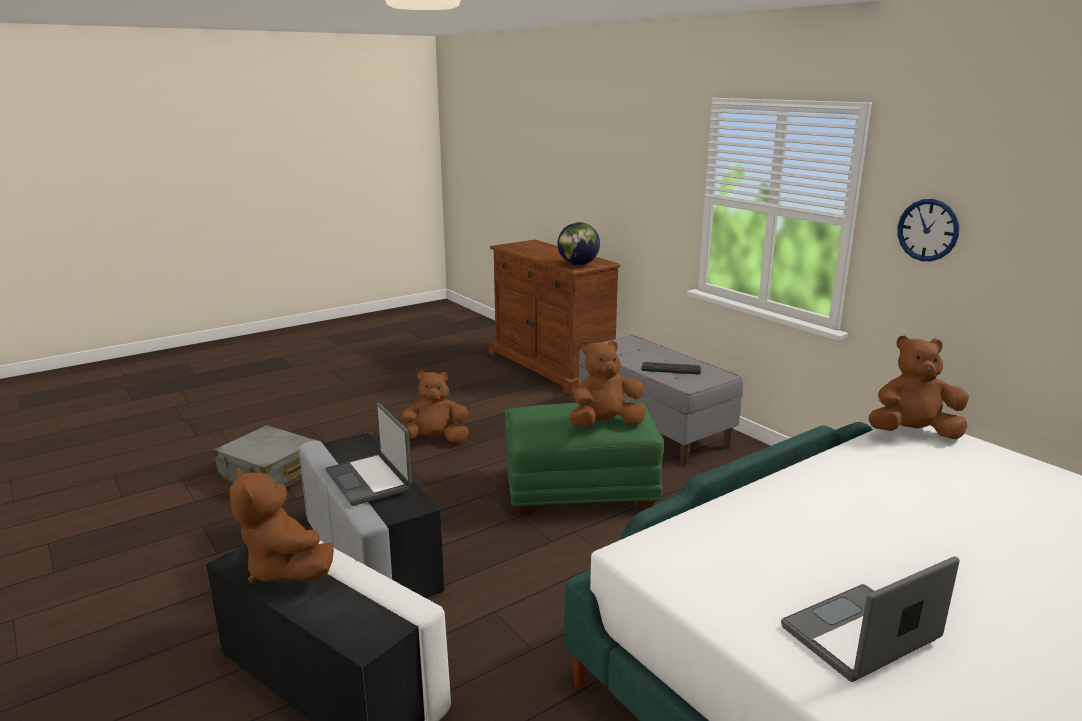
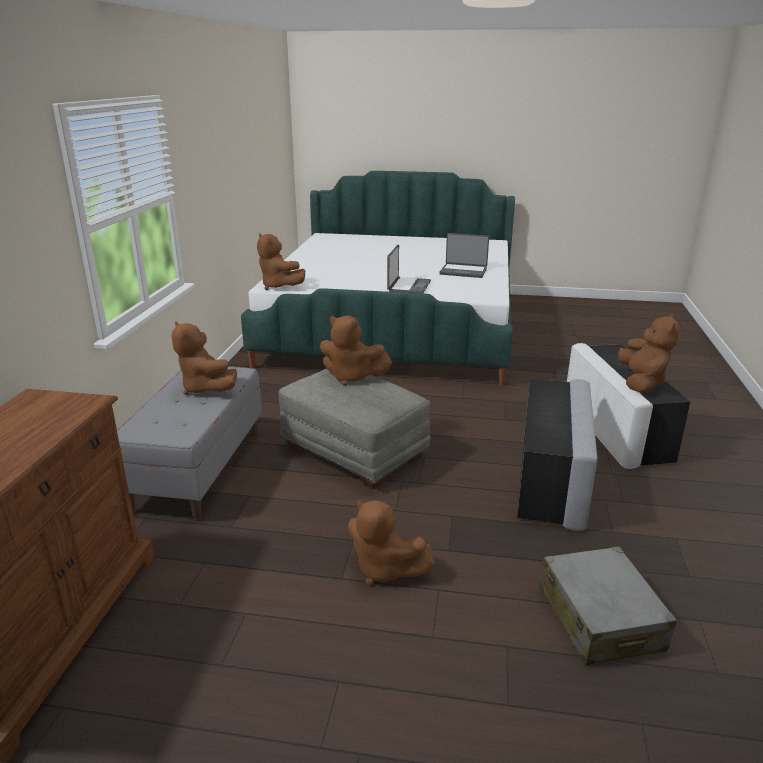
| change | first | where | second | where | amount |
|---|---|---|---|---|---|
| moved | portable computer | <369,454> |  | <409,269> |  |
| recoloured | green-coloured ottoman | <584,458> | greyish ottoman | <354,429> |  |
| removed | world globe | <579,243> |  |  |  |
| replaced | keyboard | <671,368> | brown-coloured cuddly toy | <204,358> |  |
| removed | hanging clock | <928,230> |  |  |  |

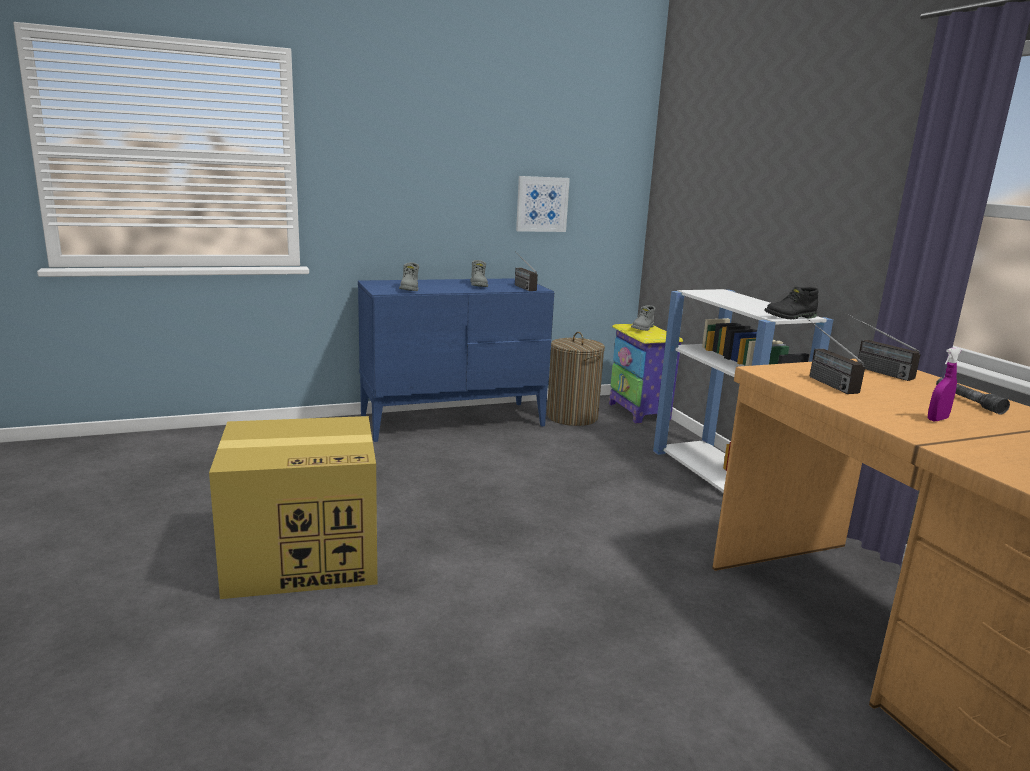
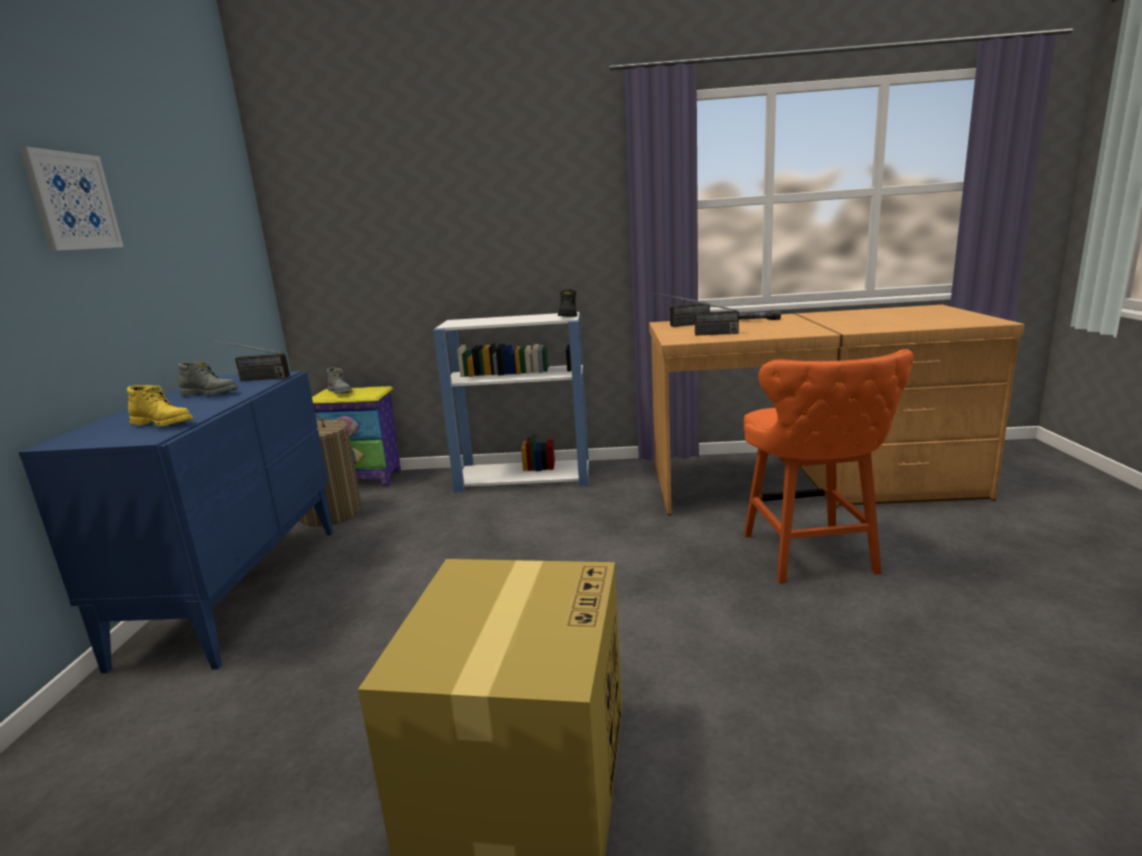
| change | first | where | second | where | amount |
|---|---|---|---|---|---|
| recoloured | greyish boot | <409,276> | yellow-coloured boot | <160,405> |  |
| moved | picture | <543,204> |  | <71,198> |  |
| removed | purplish sprayer | <944,384> |  |  |  |
| added |  |  | orange stool | <829,466> |  |

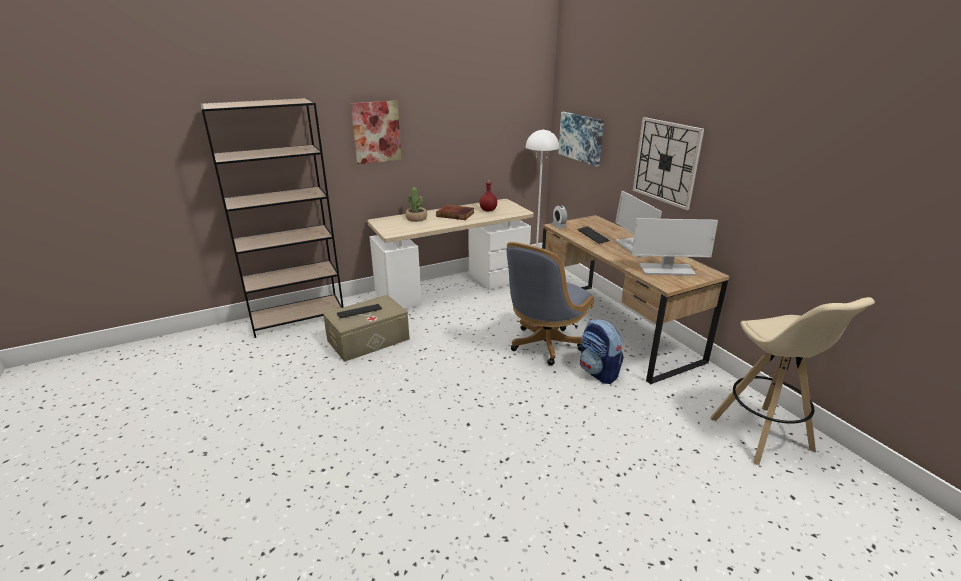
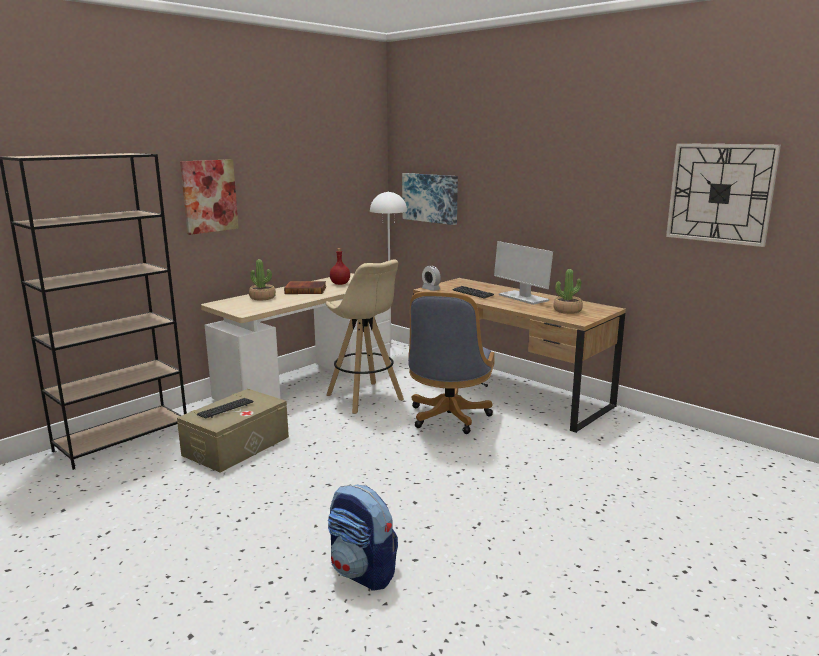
| change | first | where | second | where | amount |
|---|---|---|---|---|---|
| moved | rucksack | <602,351> |  | <363,538> |  |
| replaced | computer screen | <675,247> | plant in a pot | <568,291> |  |
| moved | hanging clock | <668,163> |  | <723,195> |  |
| moved | beige stool | <793,381> |  | <365,336> |  |

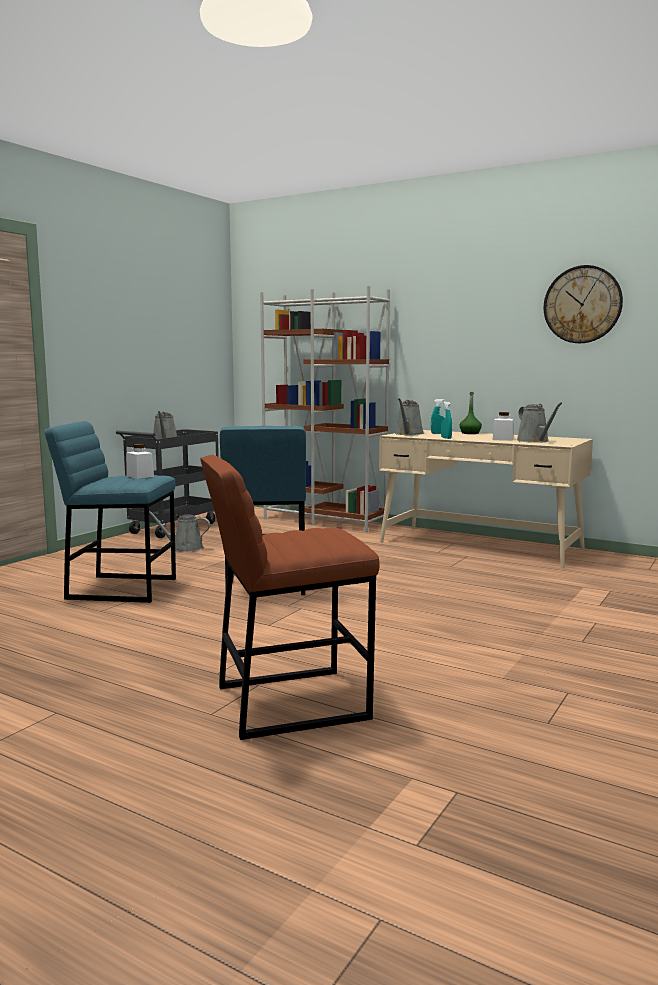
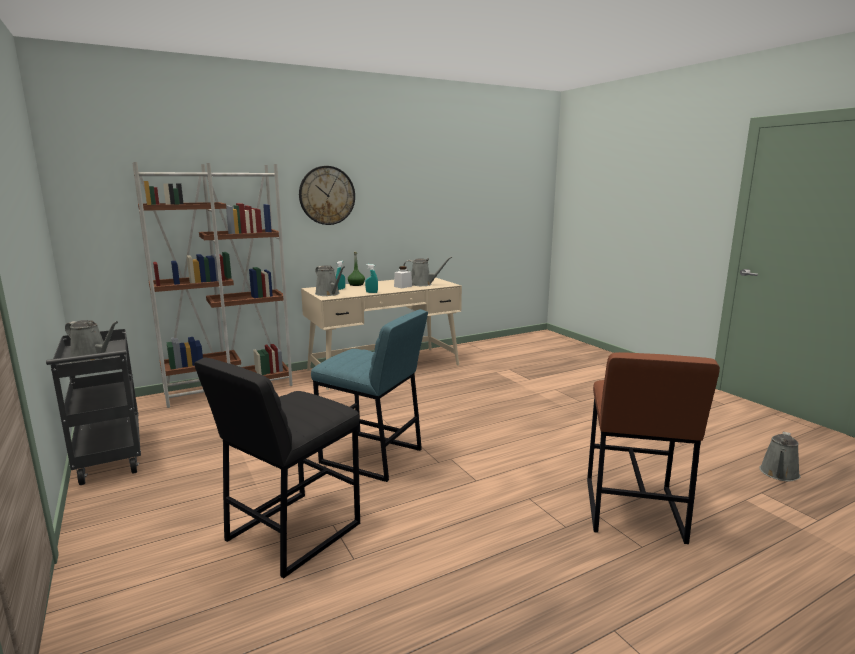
| change | first | where | second | where | amount |
|---|---|---|---|---|---|
| recoloured | bluish stool | <110,512> | black-coloured stool | <277,467> |  |
| removed | white storage jar | <140,461> |  |  |  |
| moved | greyish watering pot | <179,531> |  | <779,457> |  |
| moved | hanging clock | <583,304> |  | <327,195> |  |

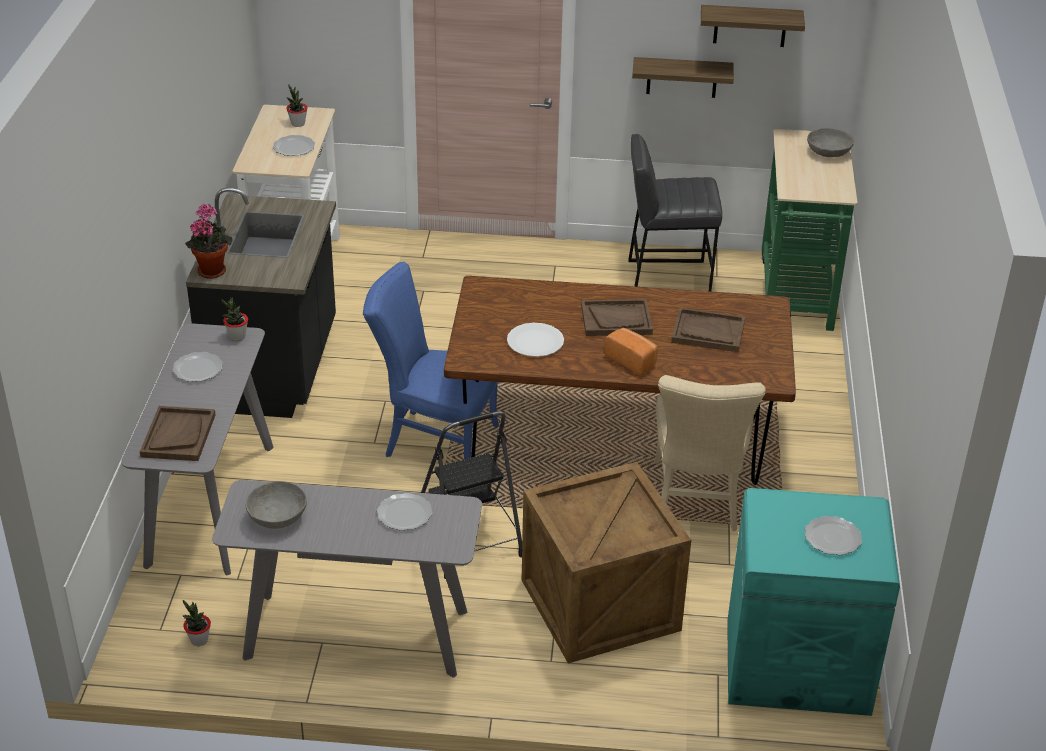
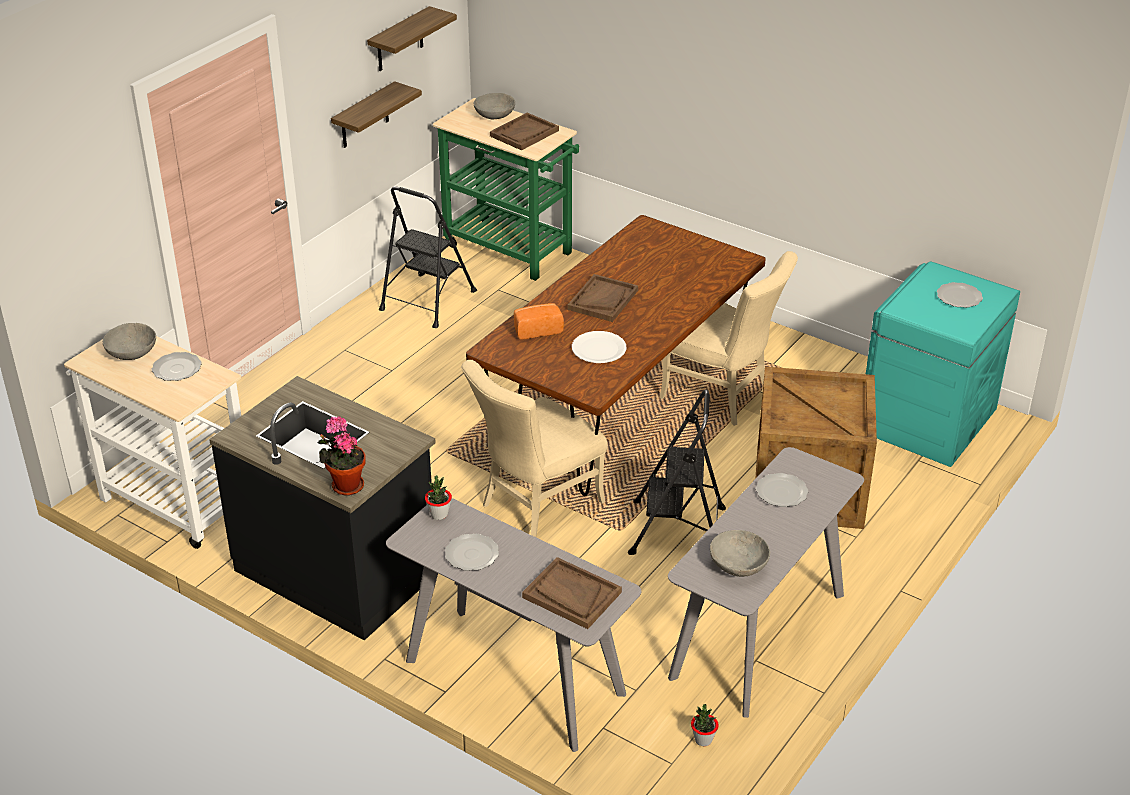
| change | first | where | second | where | amount |
|---|---|---|---|---|---|
| replaced | plant in a pot | <297,106> | greyish deep dish | <129,341> |  |
| recoloured | bluish upright chair | <431,360> | beige upright chair | <534,448> |  |
| moved | bread | <631,351> |  | <539,321> |  |
| replaced | greyish stool | <675,212> | black-coloured step ladder | <428,257> |  |
| moved | brown-coloured carrying tray | <708,330> |  | <524,131> |  |

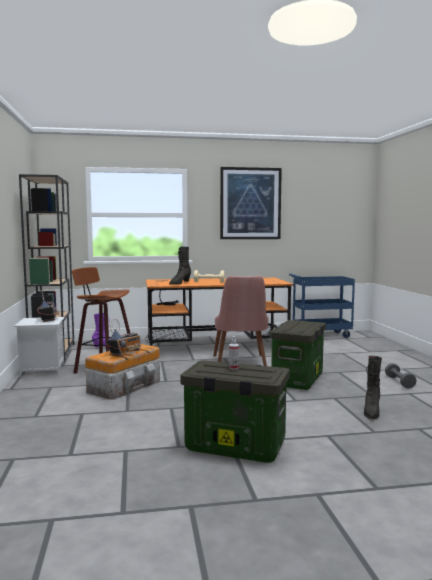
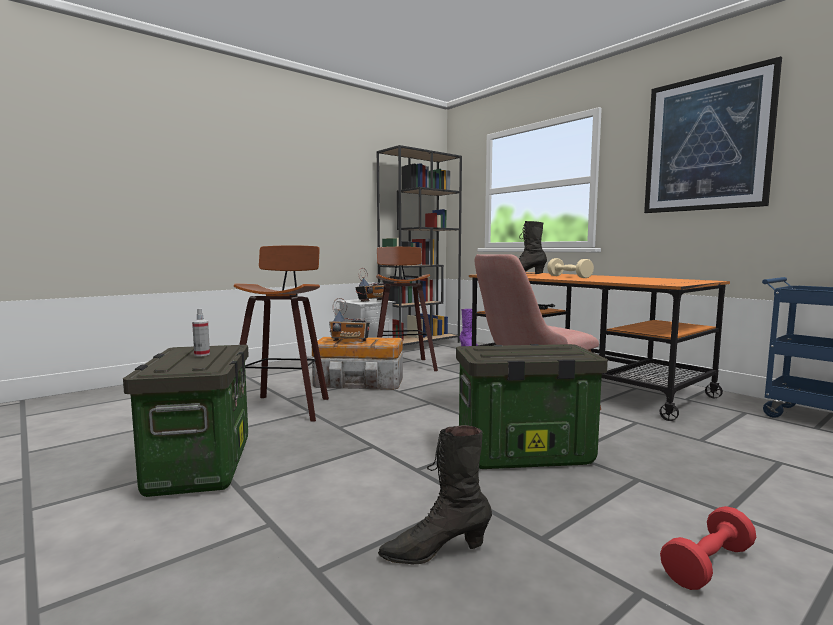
| change | first | where | second | where | amount |
|---|---|---|---|---|---|
| recoloured | greyish free weight | <401,376> | red-coloured free weight | <708,548> |  |
| added |  |  | stool | <281,333> |  |

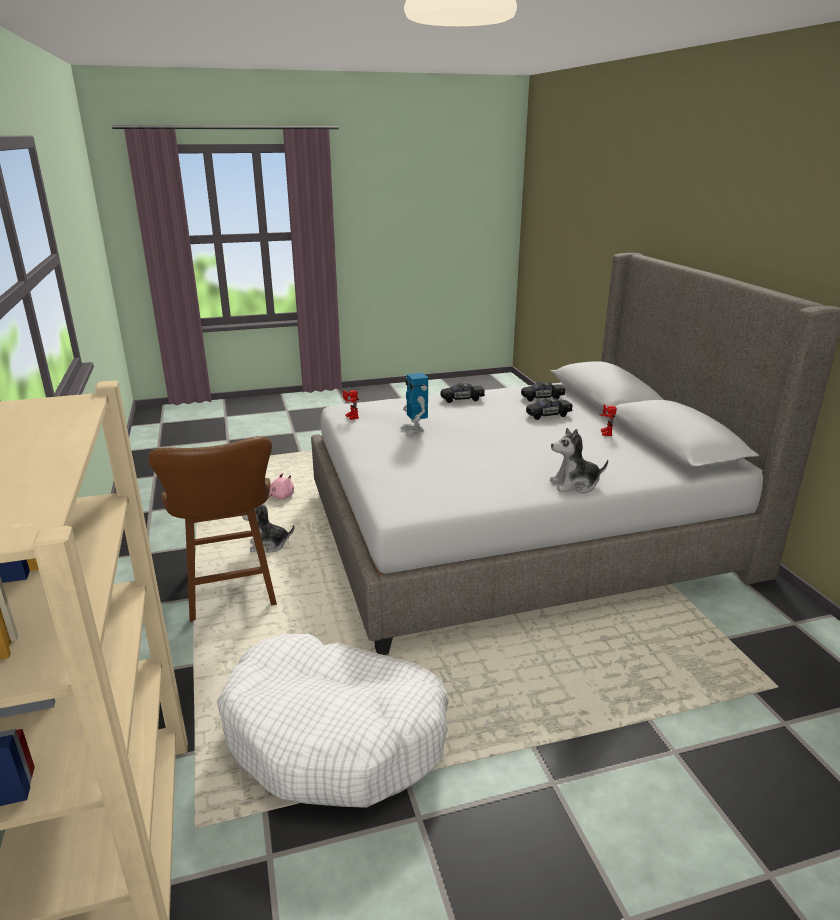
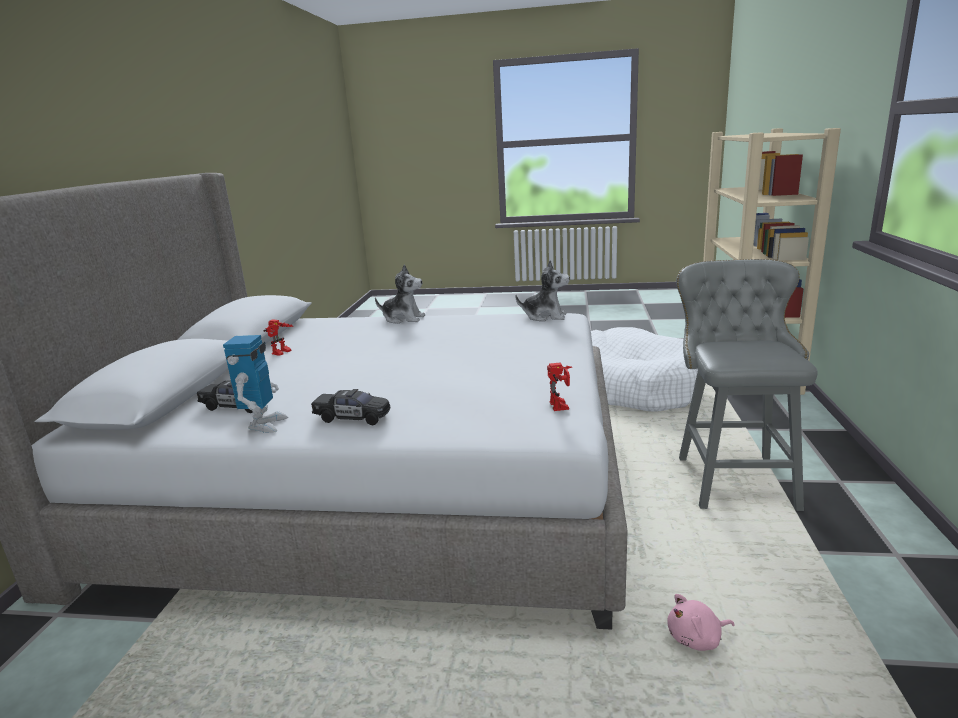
| change | first | where | second | where | amount |
|---|---|---|---|---|---|
| recoloured | brown-coloured stool | <212,529> | greyish stool | <747,385> |  |
| moved | cuddly toy | <268,528> |  | <542,291> |  |
| moved | toy robot | <414,404> |  | <255,384> |  |
| removed | black-coloured miniature car | <549,409> |  |  |  |

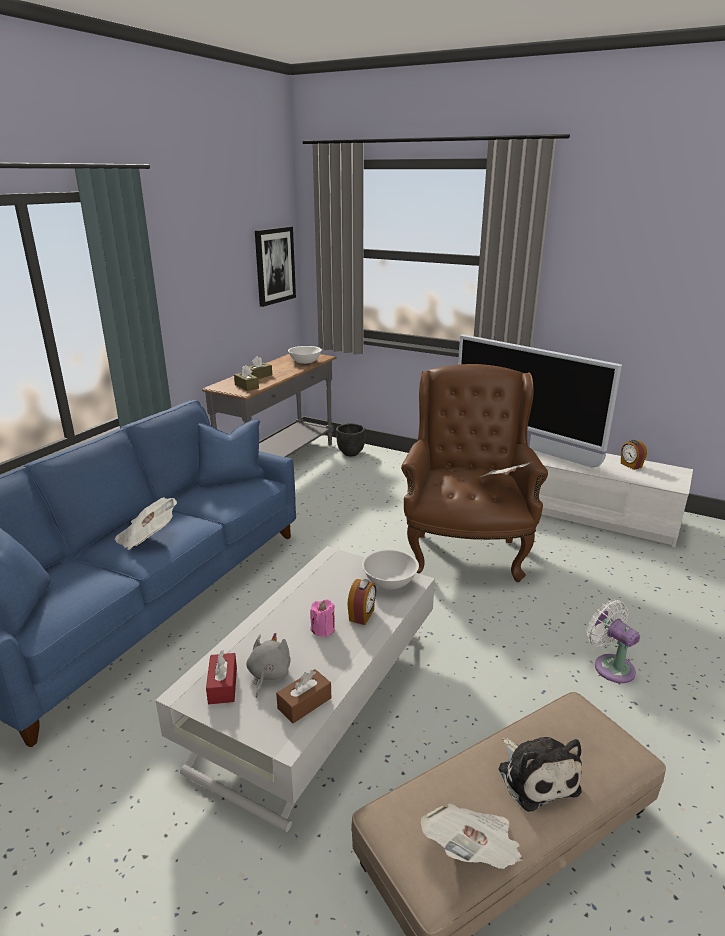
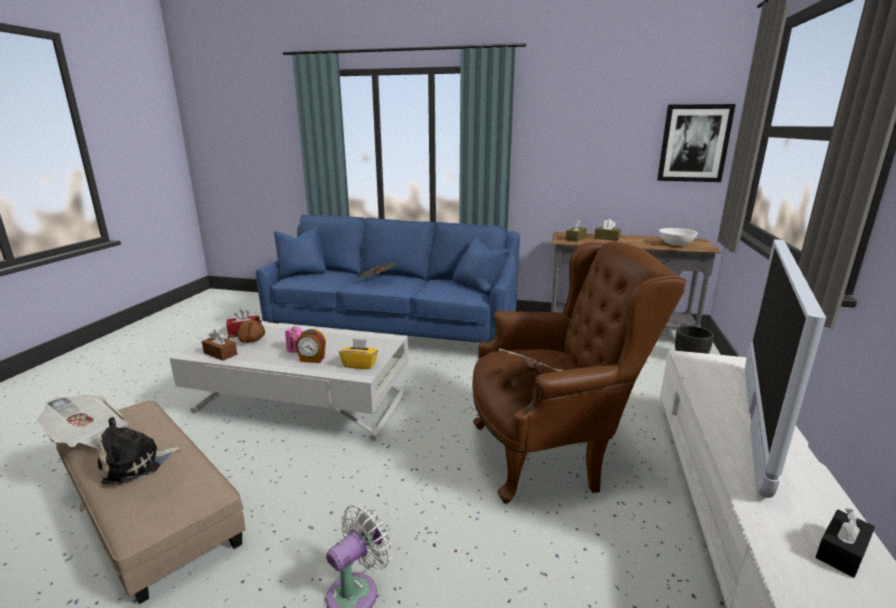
| change | first | where | second | where | amount |
|---|---|---|---|---|---|
| recoloured | greyish cuddly toy | <268,665> | brown-coloured cuddly toy | <246,329> |  |
| replaced | white deep dish | <390,569> | yellow-coloured tissue box | <358,354> |  |
| replaced | alarm clock | <634,455> | black-coloured tissue box | <845,543> |  |

